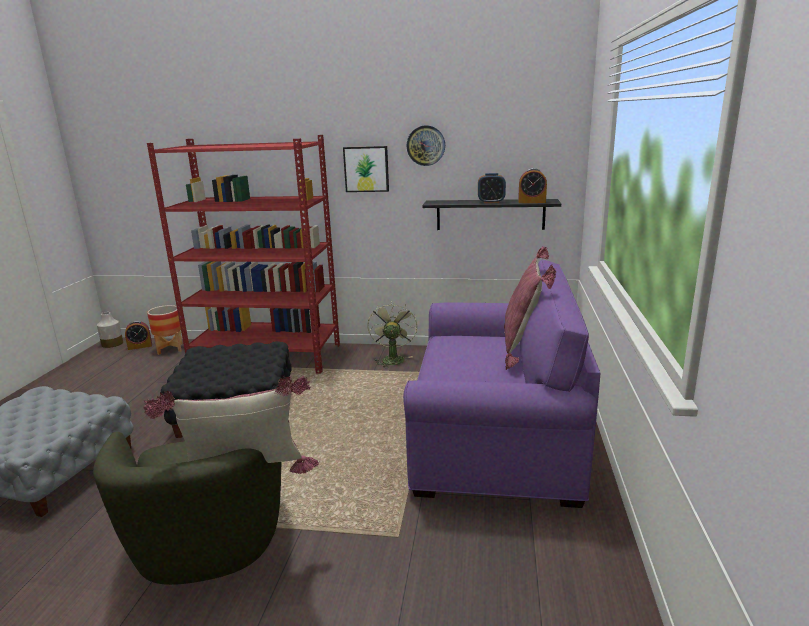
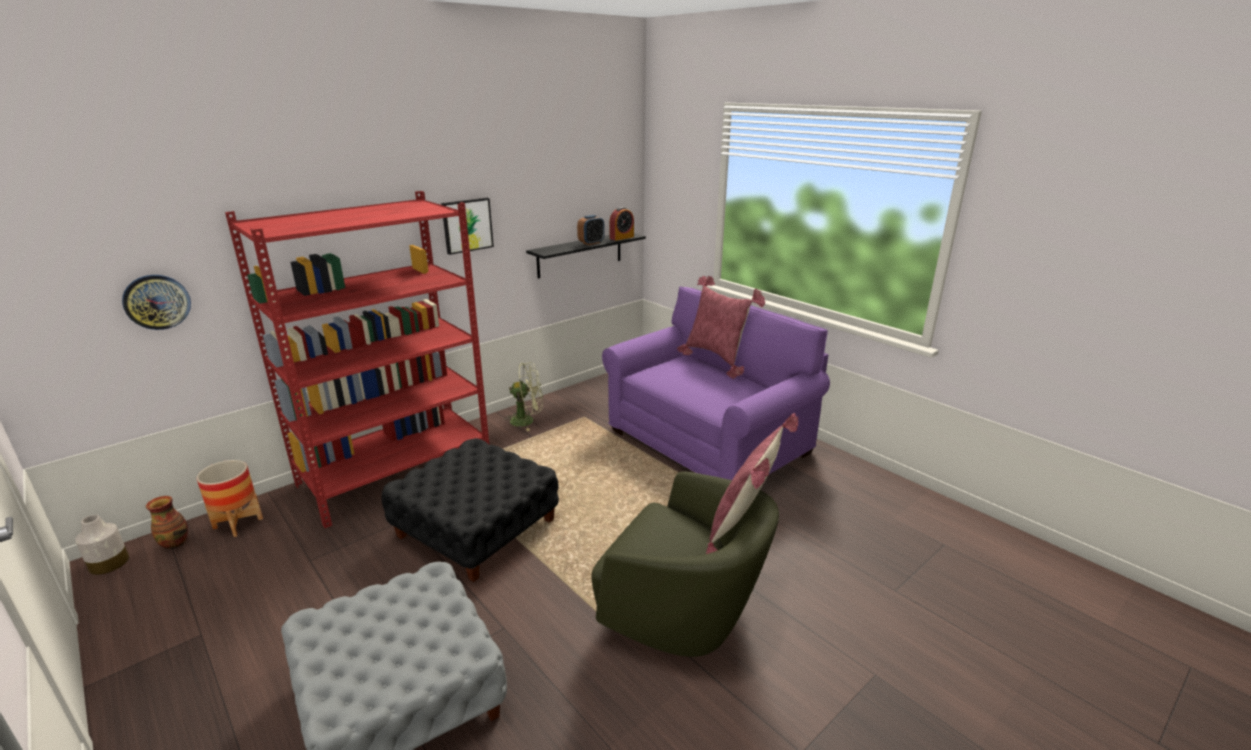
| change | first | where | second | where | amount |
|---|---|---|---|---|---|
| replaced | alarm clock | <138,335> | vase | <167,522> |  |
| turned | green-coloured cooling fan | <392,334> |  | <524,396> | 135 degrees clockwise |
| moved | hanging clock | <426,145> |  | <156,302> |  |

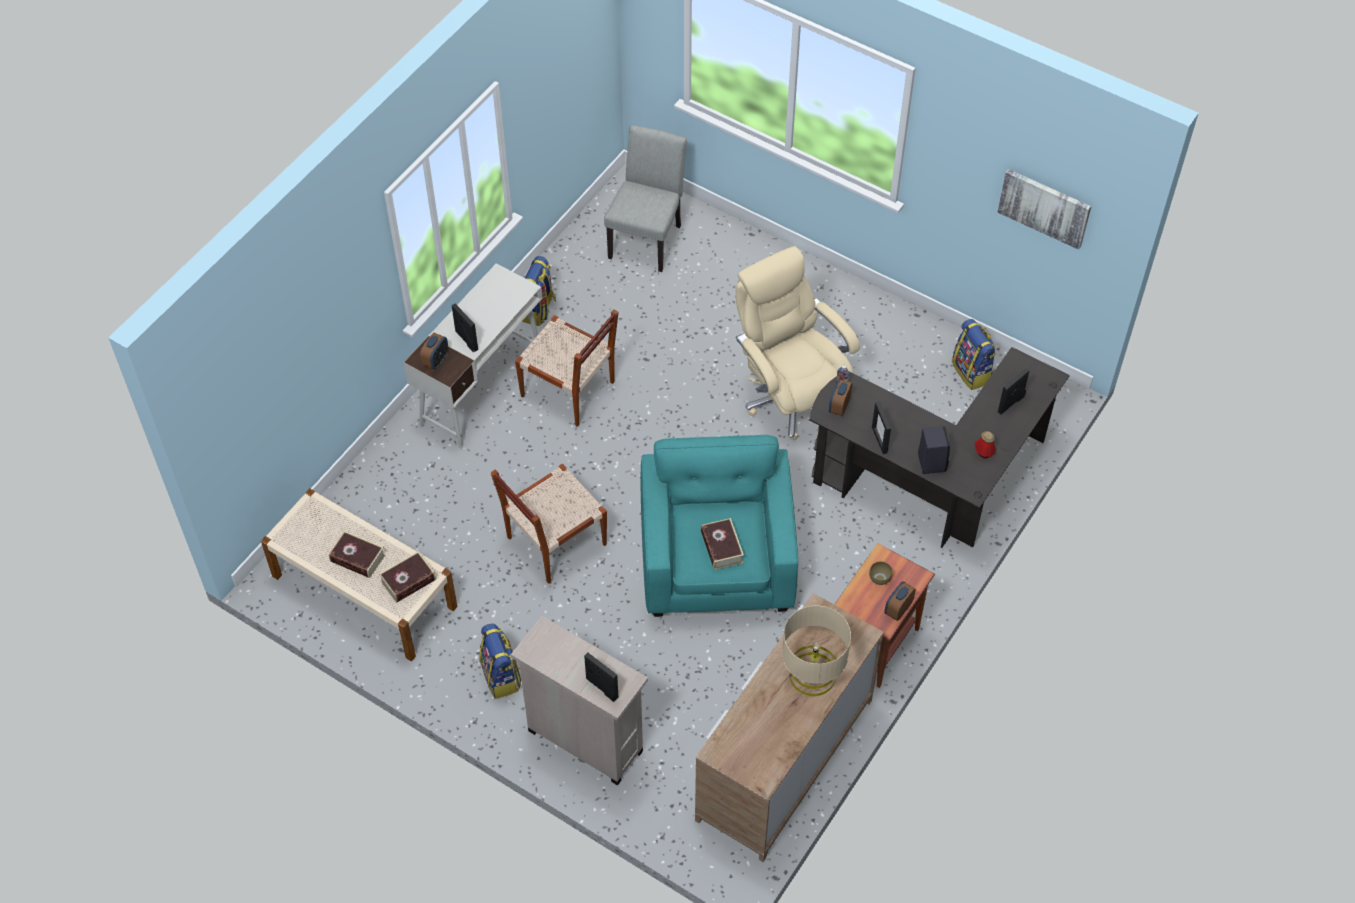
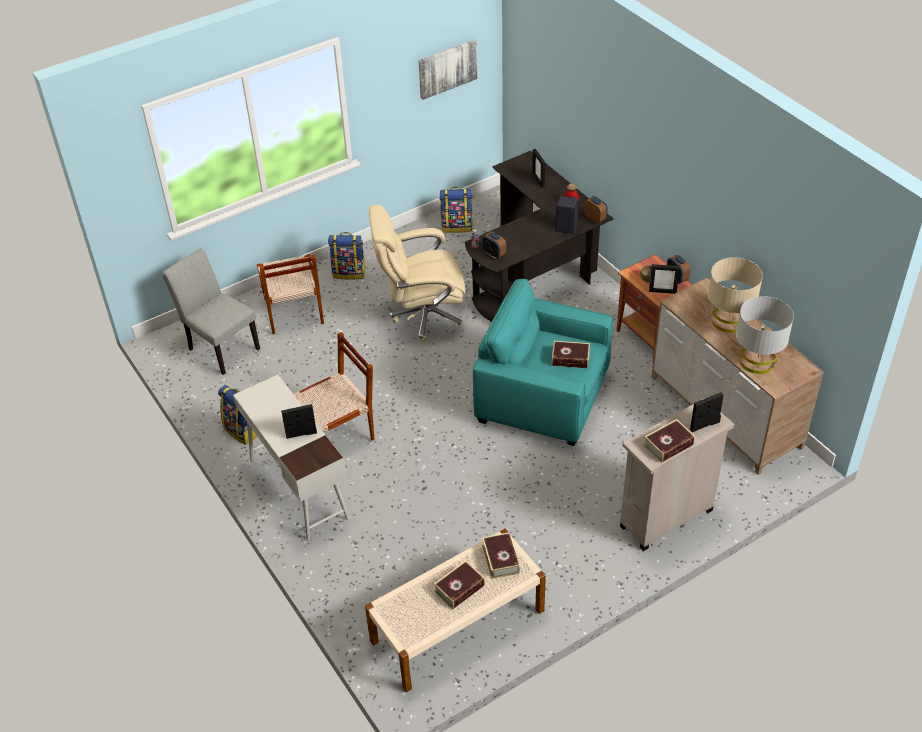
| change | first | where | second | where | amount |
|---|---|---|---|---|---|
| moved | alarm clock | <434,351> |  | <596,209> |  |
| moved | rucksack | <500,661> |  | <347,255> |  |
| moved | upright chair | <549,524> |  | <290,294> |  |
| moved | standing frame | <881,427> |  | <664,279> |  |
| added |  |  | book | <669,441> |  |
| added |  |  | greyish table lamp | <765,335> |  |

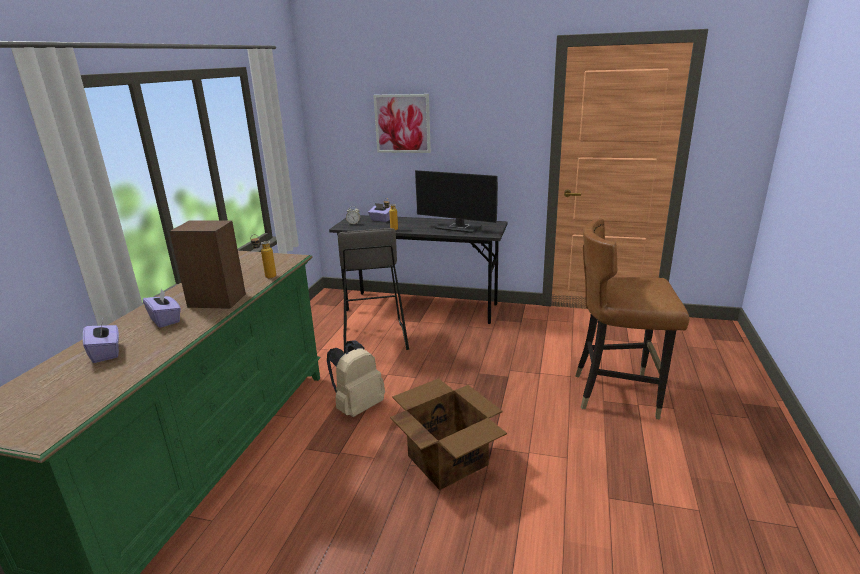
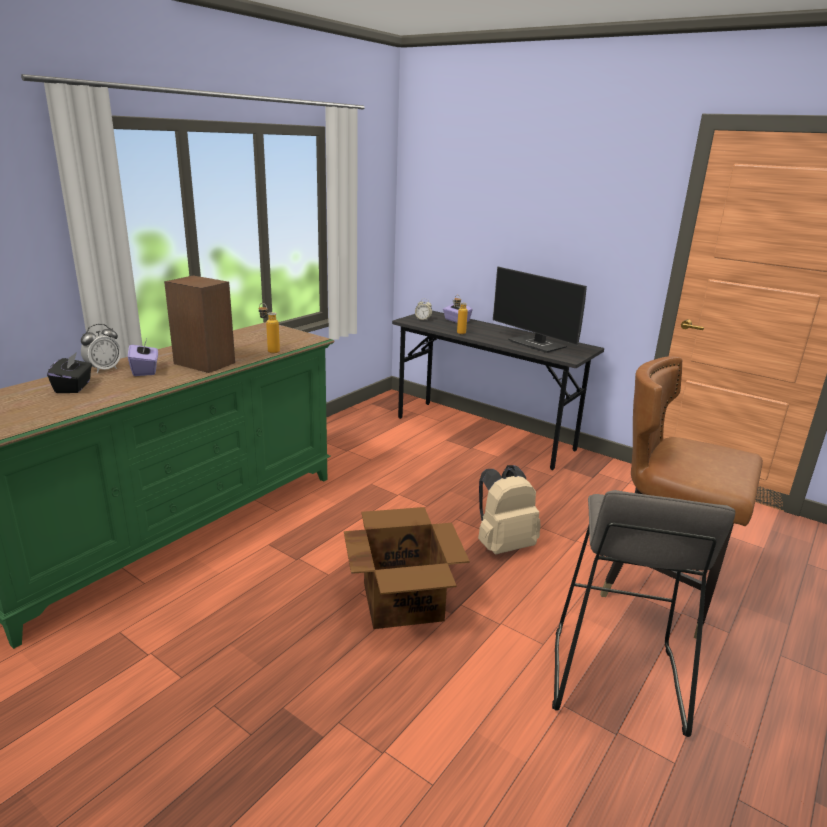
| change | first | where | second | where | amount |
|---|---|---|---|---|---|
| recoloured | purplish tissue box | <101,341> | black-coloured tissue box | <69,372> |  |
| moved | beige rucksack | <356,379> |  | <509,510> |  |
| moved | greyish stool | <373,289> |  | <643,613> |  |
| removed | picture | <402,123> |  |  |  |
| added |  |  | alarm clock | <101,348> |  |

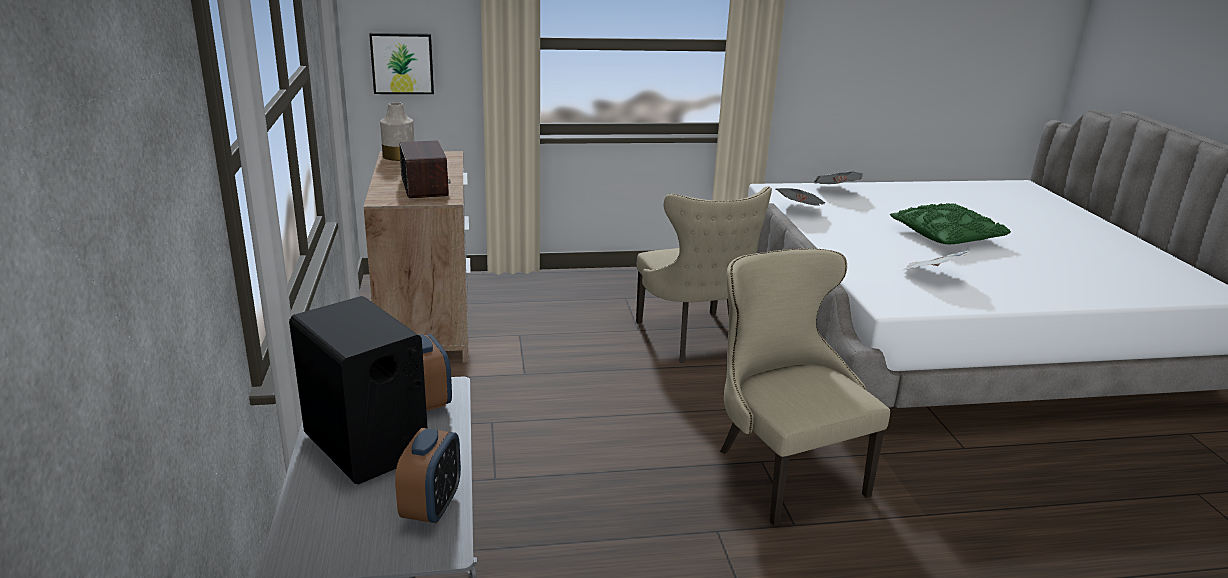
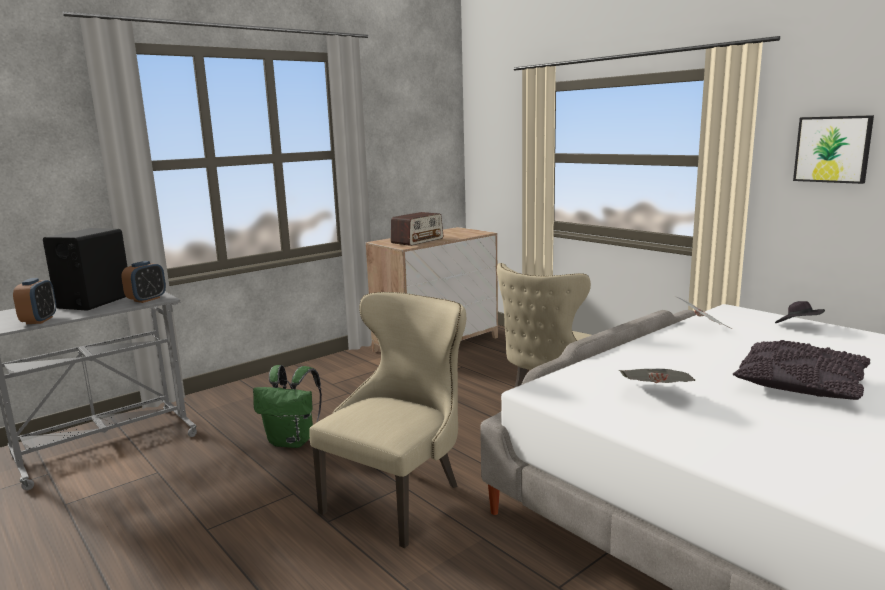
| change | first | where | second | where | amount |
|---|---|---|---|---|---|
| moved | picture | <401,63> |  | <833,149> |  |
| removed | beige vase | <397,131> |  |  |  |
| turned | alarm clock | <428,475> |  | <34,301> | 75 degrees counterclockwise |
| replaced | newspaper | <838,178> | black-coloured wearable hat | <800,312> |  |
| recoloured | green-coloured pillow | <950,223> | black-coloured pillow | <801,370> |  |
| added |  |  | green-coloured rucksack | <287,406> |  |

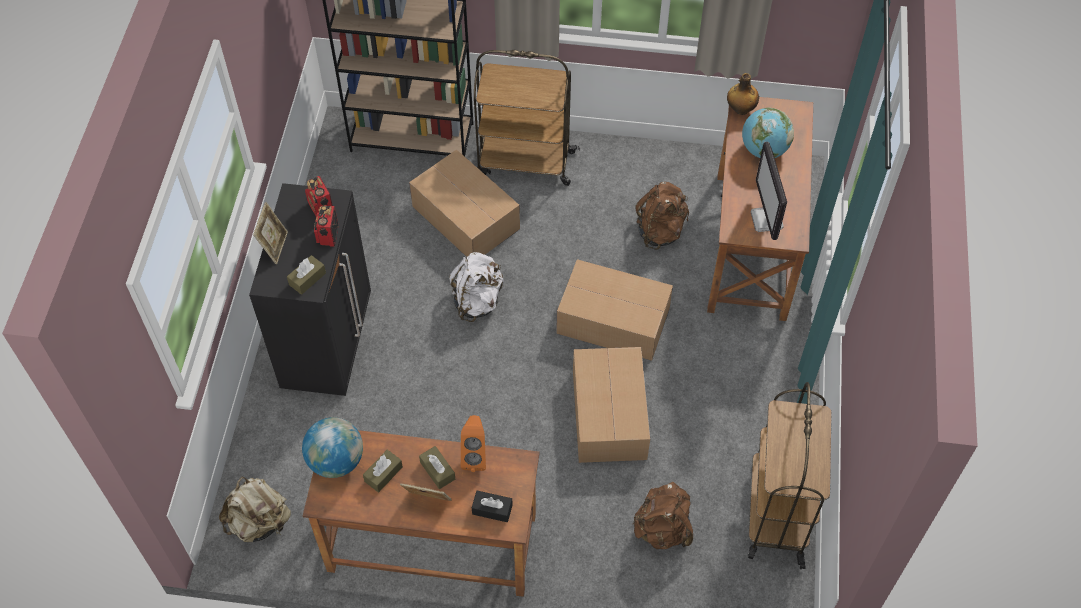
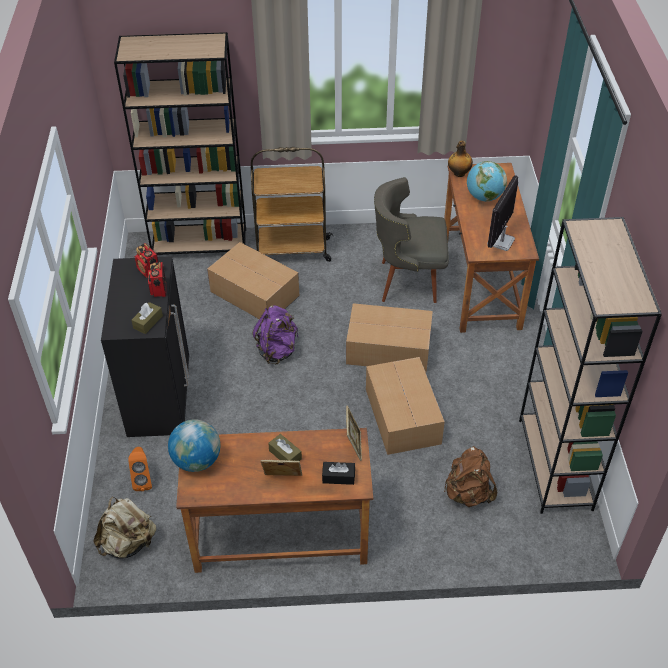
| change | first | where | second | where | amount |
|---|---|---|---|---|---|
| moved | standing frame | <270,233> |  | <354,433> |  |
| removed | brown-coloured tissue box | <383,470> |  |  |  |
| recoloured | white rucksack | <476,287> | purplish rucksack | <275,334> |  |
| moved | orange audio speaker | <473,443> |  | <140,469> |  |
| replaced | brown-coloured rucksack | <662,216> | greyish upright chair | <411,240> |  |
| replaced | brown-coloured cart | <789,475> | beige bookcase | <590,365> |  |
| turned | computer screen | <769,191> |  | <502,213> | 45 degrees clockwise |

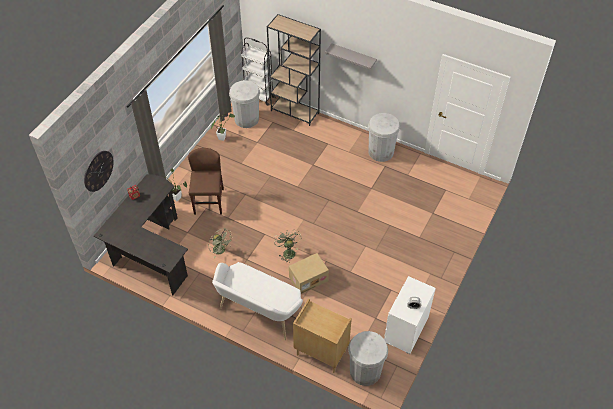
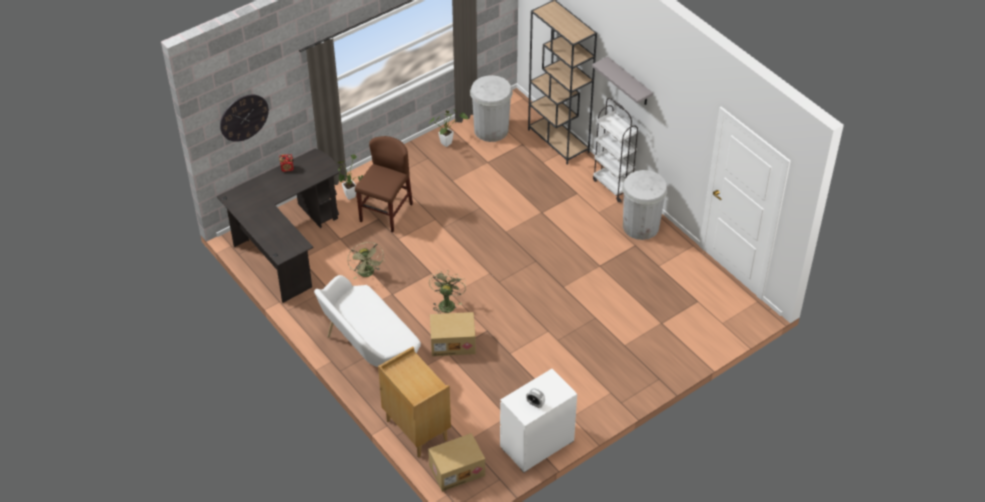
| change | first | where | second | where | amount |
|---|---|---|---|---|---|
| moved | white cart | <258,72> |  | <616,150> |  |
| replaced | white rubbish bin | <368,358> | carton | <456,462> |  |

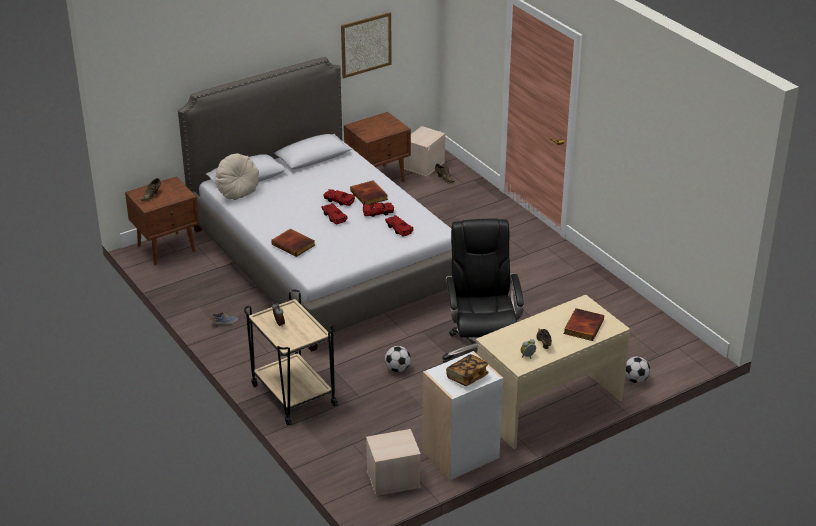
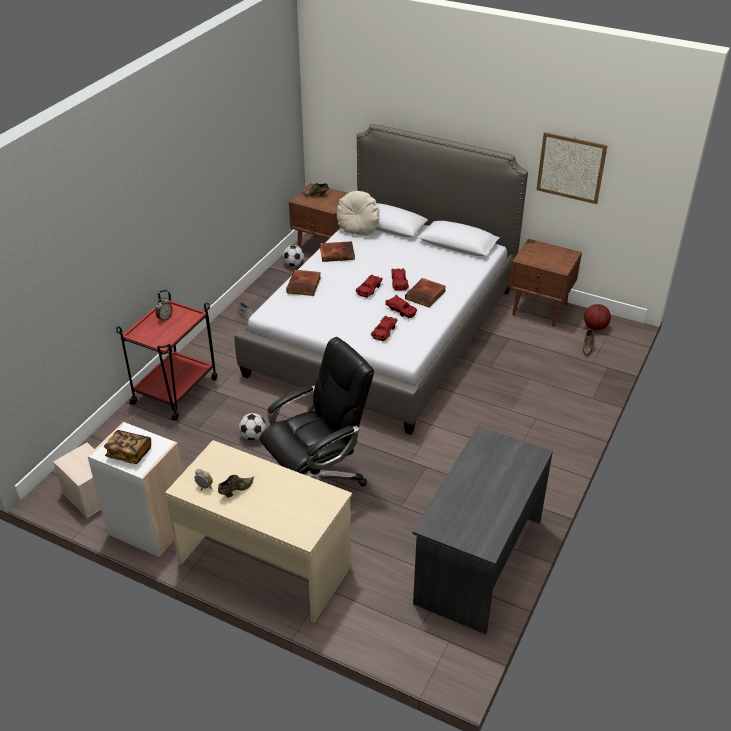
| change | first | where | second | where | amount |
|---|---|---|---|---|---|
| recoloured | beige cart | <291,357> | red-coloured cart | <166,355> |  |
| replaced | beige storage box | <425,151> | basketball ball | <597,317> |  |
| moved | book | <584,324> |  | <337,251> |  |
| moved | football ball | <637,370> |  | <294,256> |  |
| added |  |  | greyish desk unit | <482,530> |  |

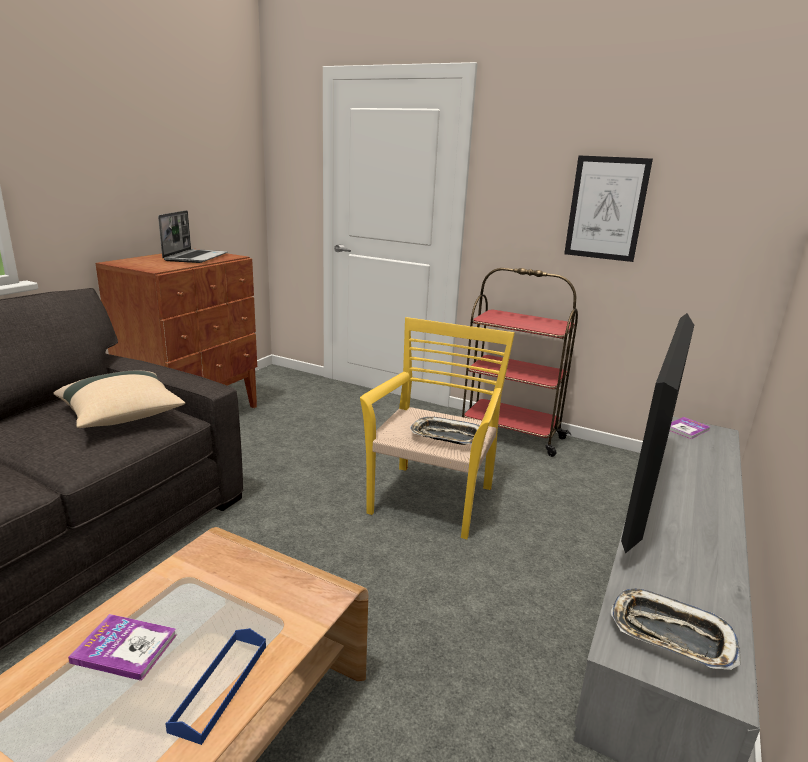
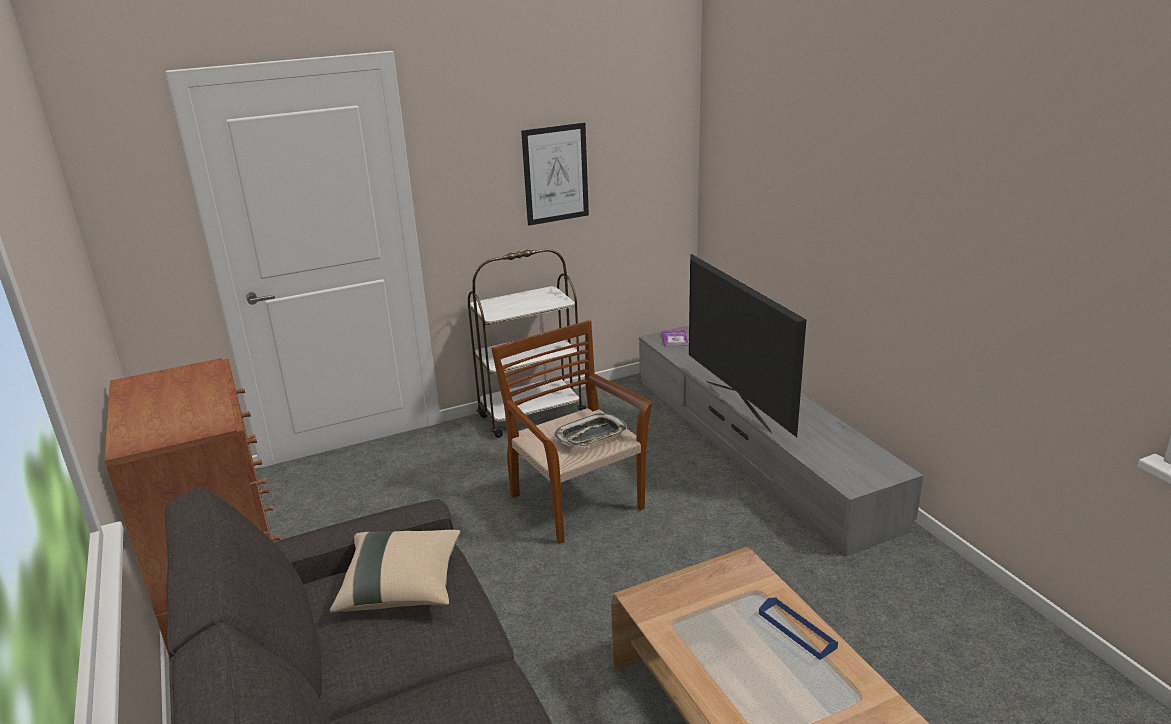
| change | first | where | second | where | amount |
|---|---|---|---|---|---|
| removed | book | <122,647> |  |  |  |
| removed | portable computer | <193,236> |  |  |  |
| recoloured | yellow-coloured easy chair | <437,428> | brown-coloured easy chair | <571,432> |  |
| recoloured | red-coloured cart | <520,362> | white cart | <527,343> |  |
| removed | carrying tray | <676,629> |  |  |  |

